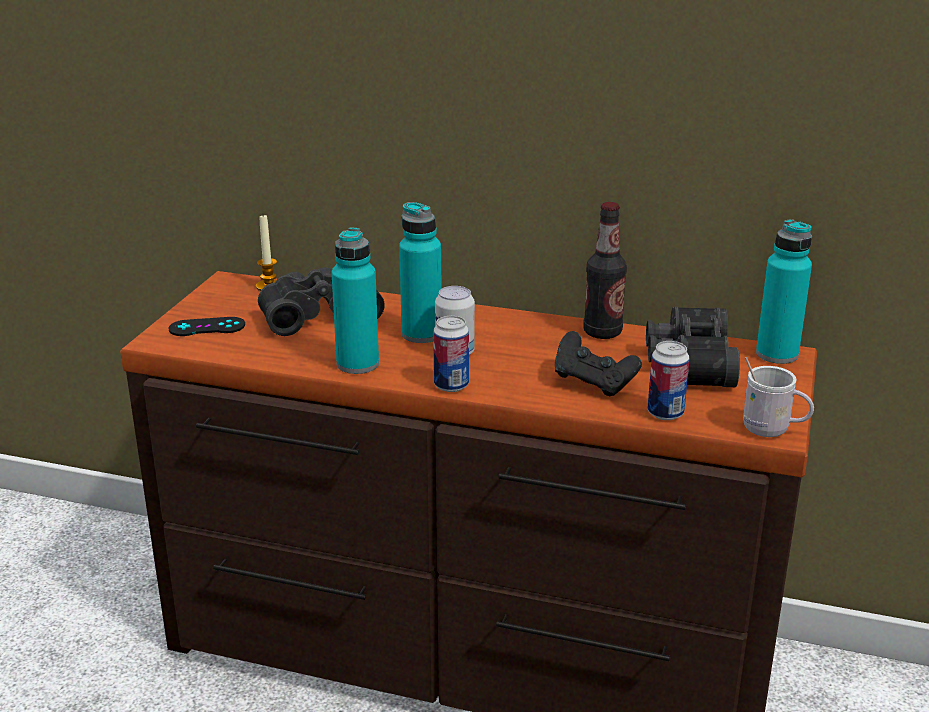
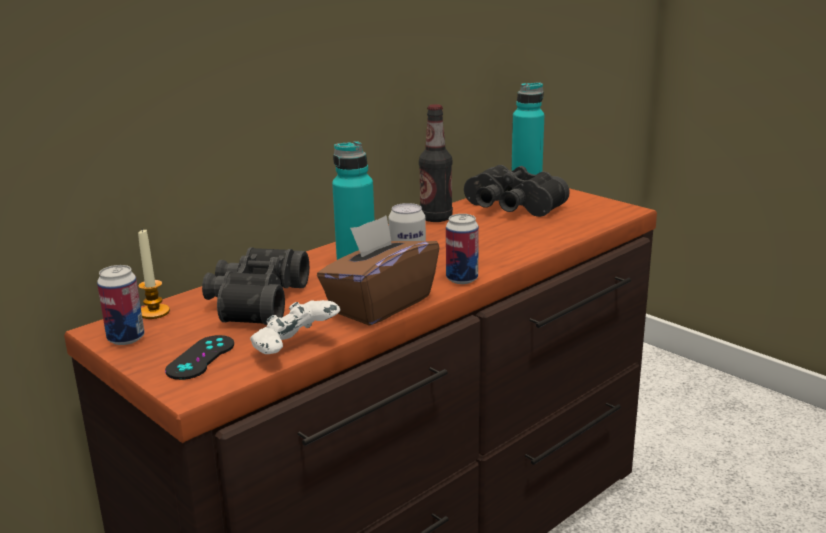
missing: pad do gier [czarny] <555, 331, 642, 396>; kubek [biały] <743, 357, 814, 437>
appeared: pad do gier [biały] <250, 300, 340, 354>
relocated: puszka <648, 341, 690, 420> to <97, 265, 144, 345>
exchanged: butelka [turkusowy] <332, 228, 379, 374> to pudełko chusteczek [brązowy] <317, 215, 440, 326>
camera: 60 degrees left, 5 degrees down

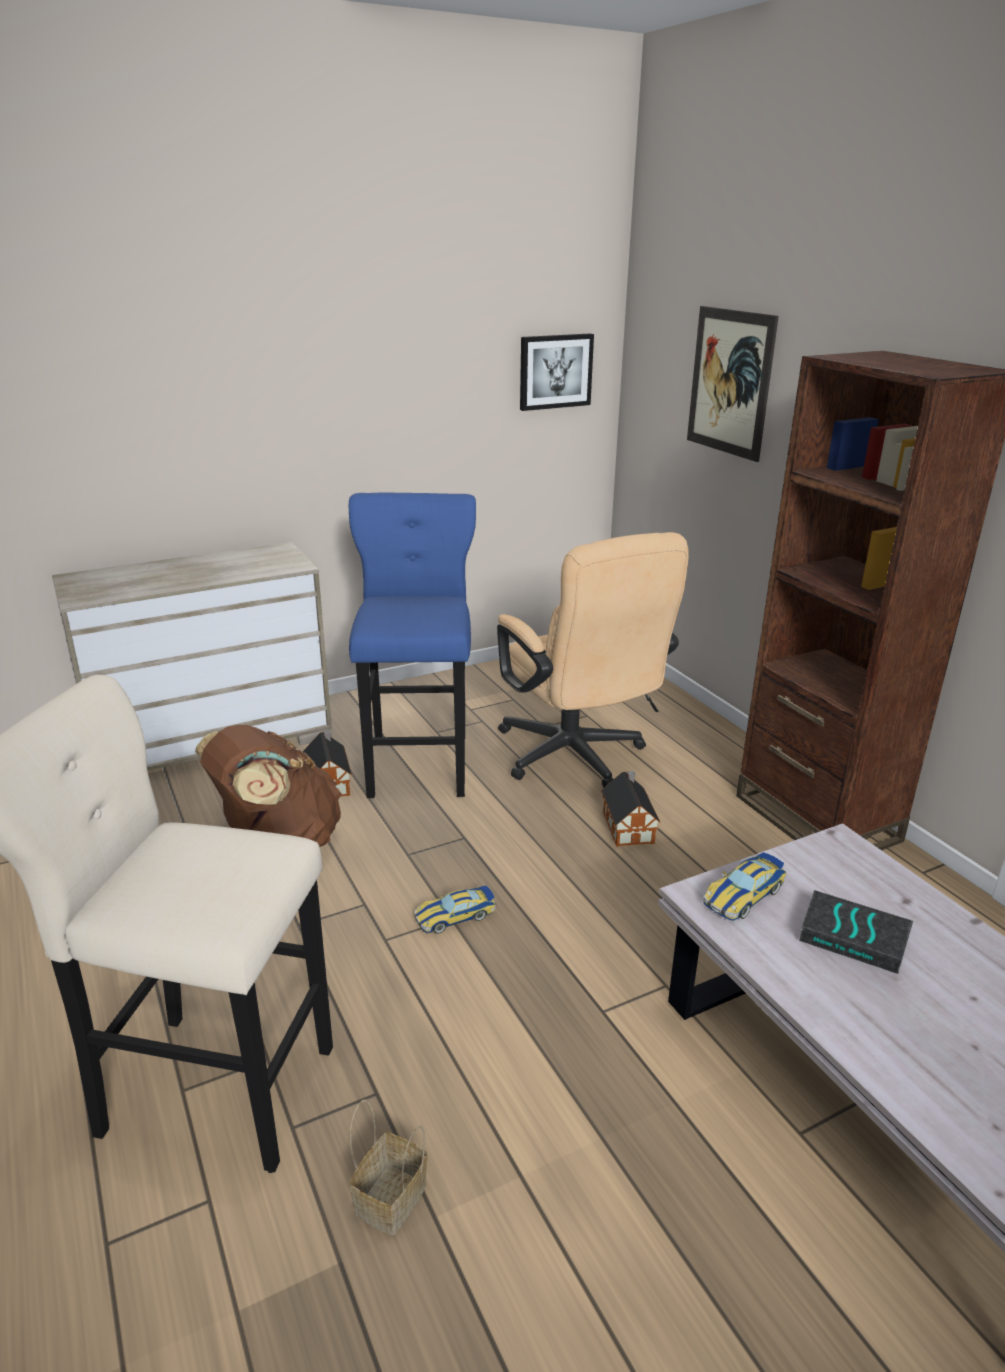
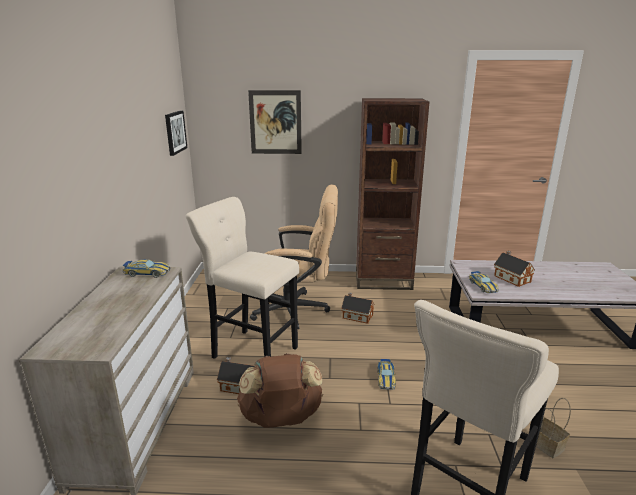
appeared: samochodzik <122, 259, 170, 278>
exchanged: książka <799, 890, 913, 974> to domek <494, 251, 535, 287>
colour: stołek [niebieski] <349, 493, 476, 798> to stołek [beżowy] <186, 197, 299, 359>
camera: 60 degrees left, 5 degrees down

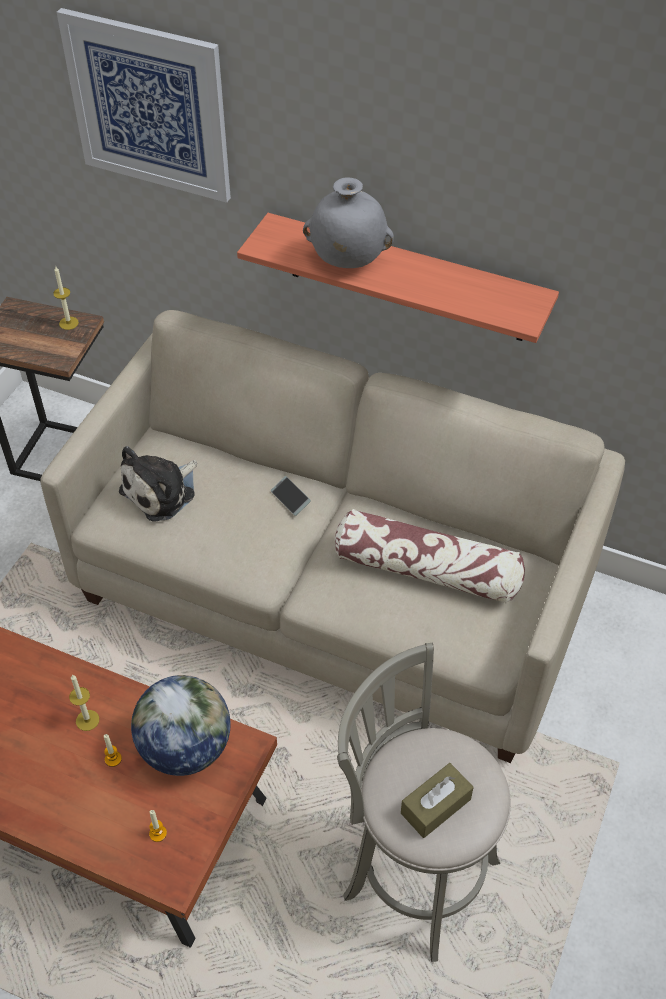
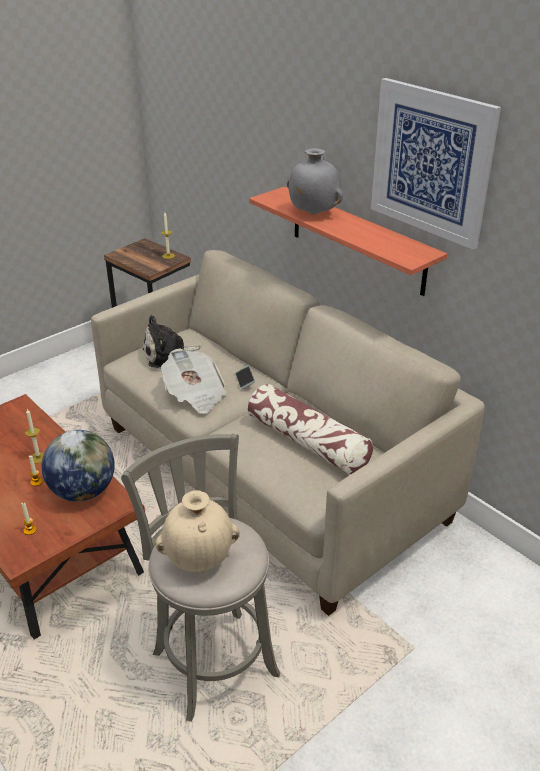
appeared: gazeta <161, 349, 228, 414>
relocated: obraz <57, 8, 231, 203> to <371, 78, 501, 250>
exchanged: pudełko chusteczek [brązowy] <401, 763, 473, 838> to wazon [beżowy] <155, 490, 240, 574>
camera: 25 degrees right, 15 degrees down

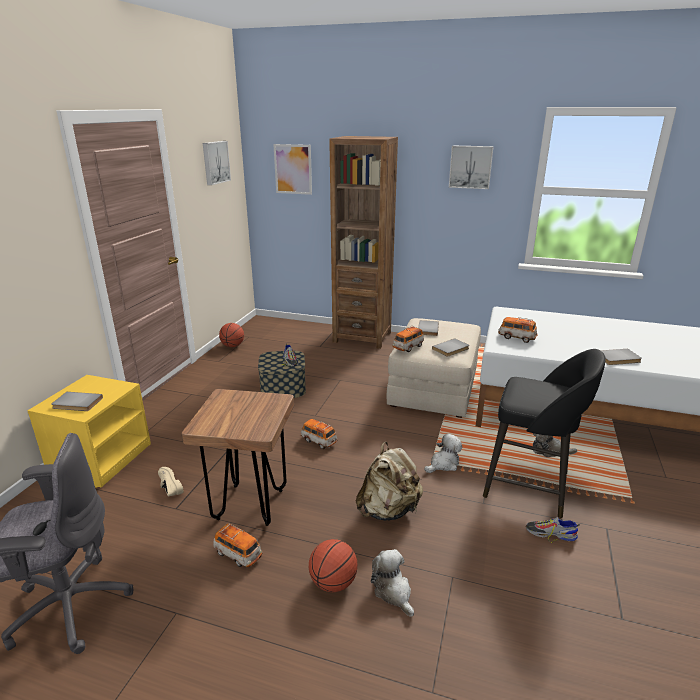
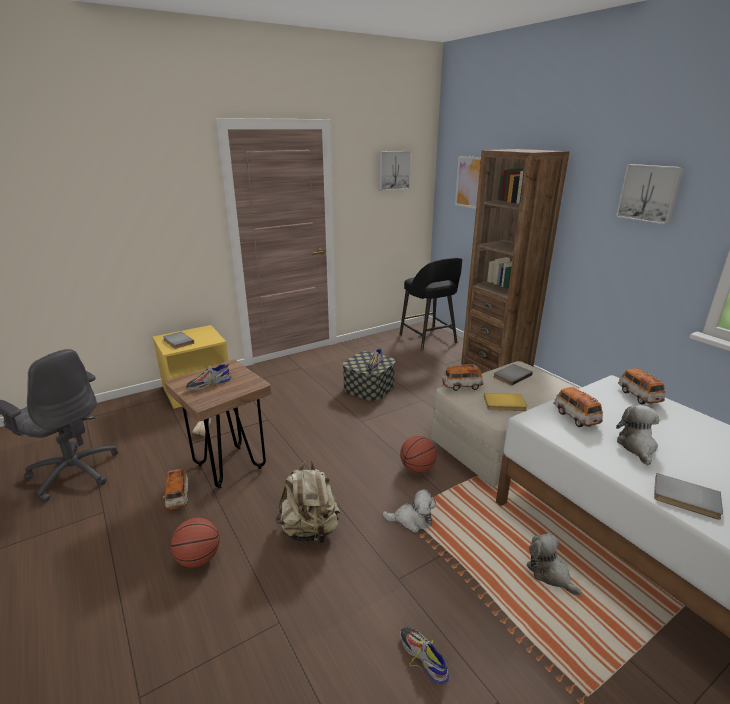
appeared: but <186, 364, 232, 390>
relocated: piłka do koszykówki <219, 323, 244, 347> to <400, 436, 437, 473>; stołek [czarny] <483, 349, 606, 518> to <400, 258, 462, 351>; samochodzik <301, 419, 337, 449> to <618, 368, 665, 405>; pluszak <371, 549, 414, 617> to <616, 405, 659, 466>
colour: książka [szary] <432, 338, 469, 357> to książka [żółty] <484, 393, 527, 411>
camera: 40 degrees right, 0 degrees up

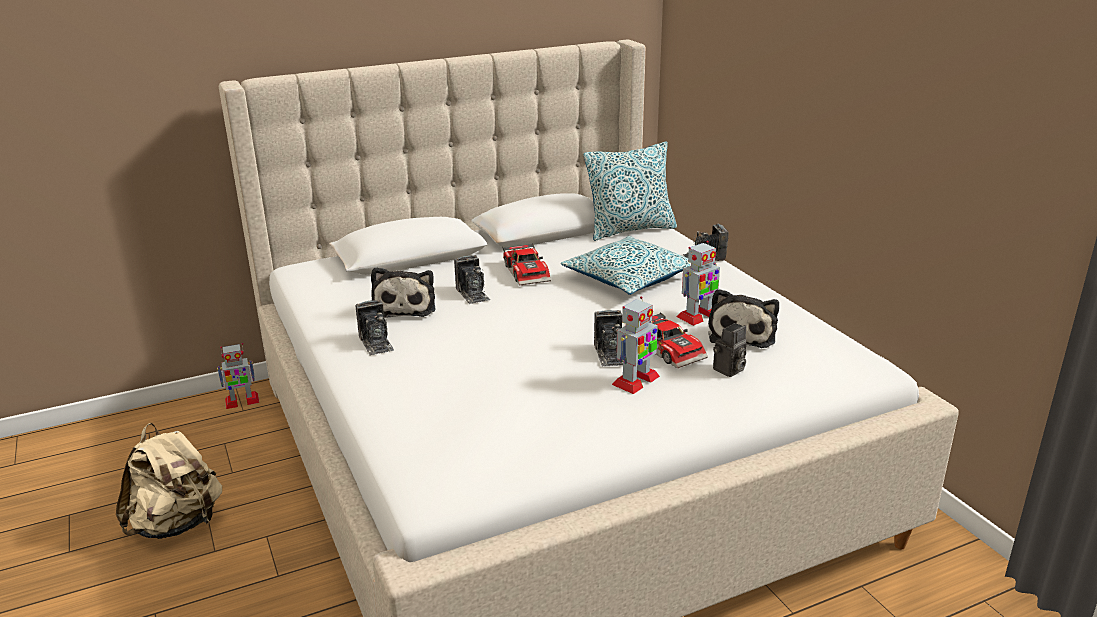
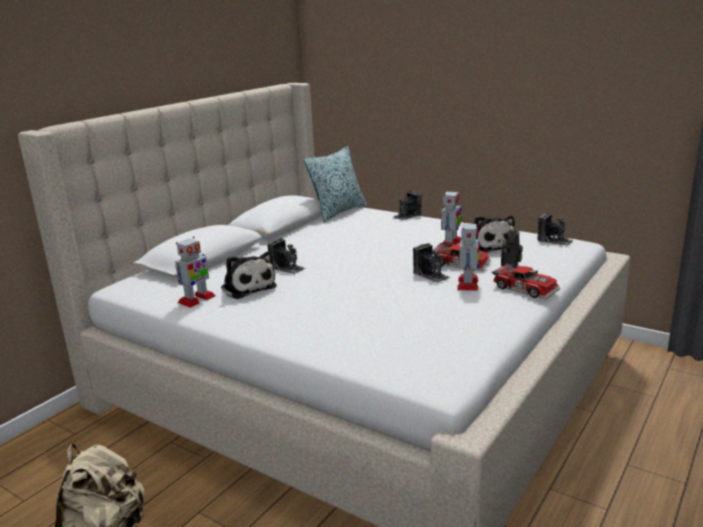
missing: poduszka <561, 236, 691, 295>
relocated: samochodzik <503, 243, 551, 286> to <492, 263, 561, 299>; aparat fotograficzny <355, 300, 394, 356> to <537, 213, 573, 246>; robot zabawkowy <217, 343, 259, 409> to <175, 236, 215, 308>
camera: 30 degrees left, 5 degrees down

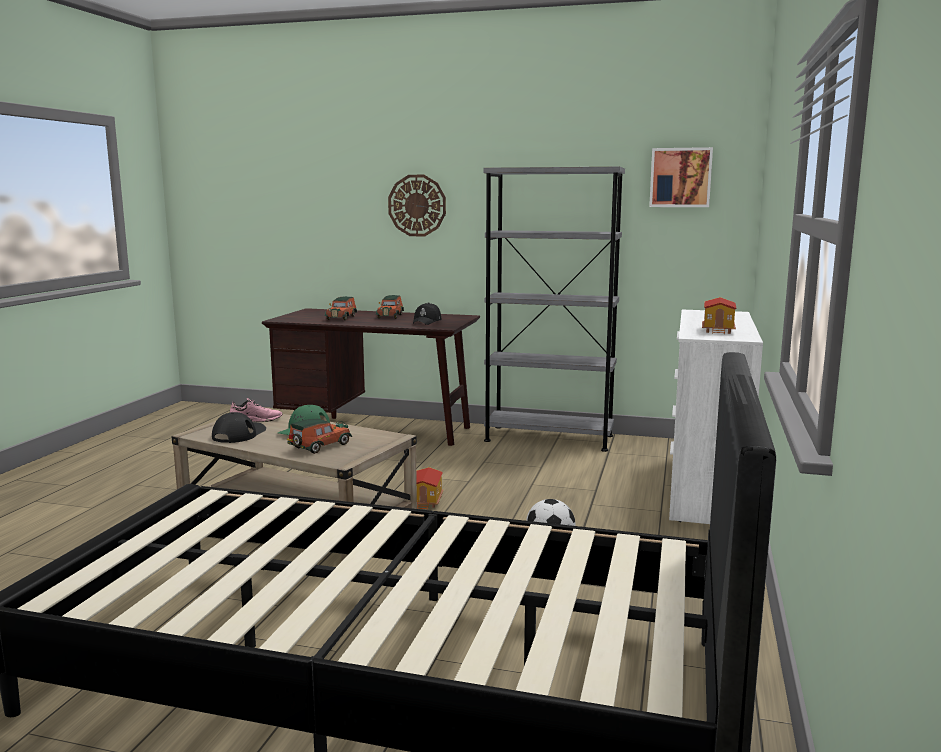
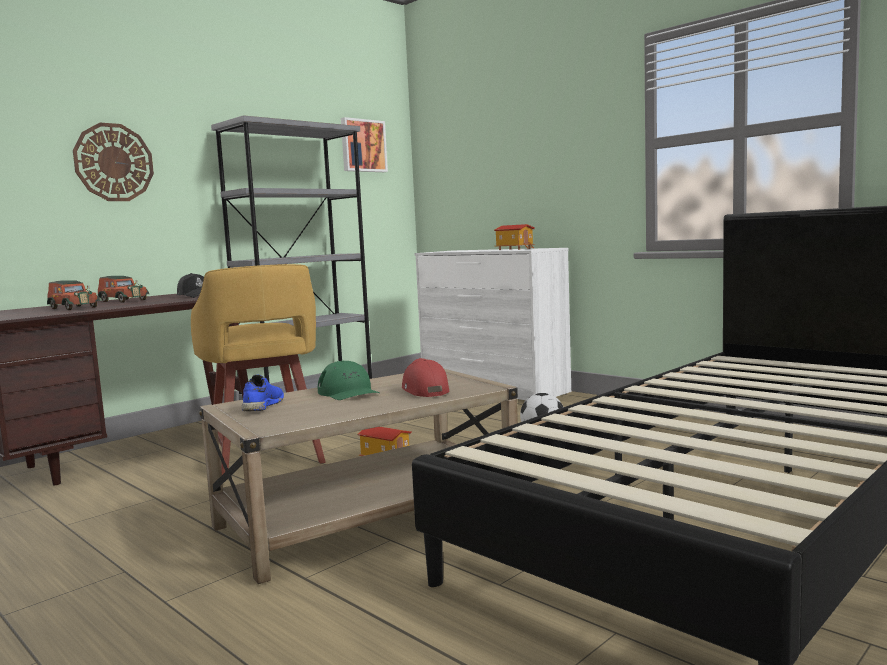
missing: czapka z daszkiem [czarny] <212, 412, 266, 443>
appeared: stołek [żółty] <191, 264, 326, 480>
exchanged: samochodzik <287, 419, 352, 454> to czapka z daszkiem [czerwony] <402, 358, 449, 397>
colour: but [różowy] <230, 398, 283, 422> to but [niebieski] <242, 375, 284, 411>
camera: 60 degrees left, 5 degrees down

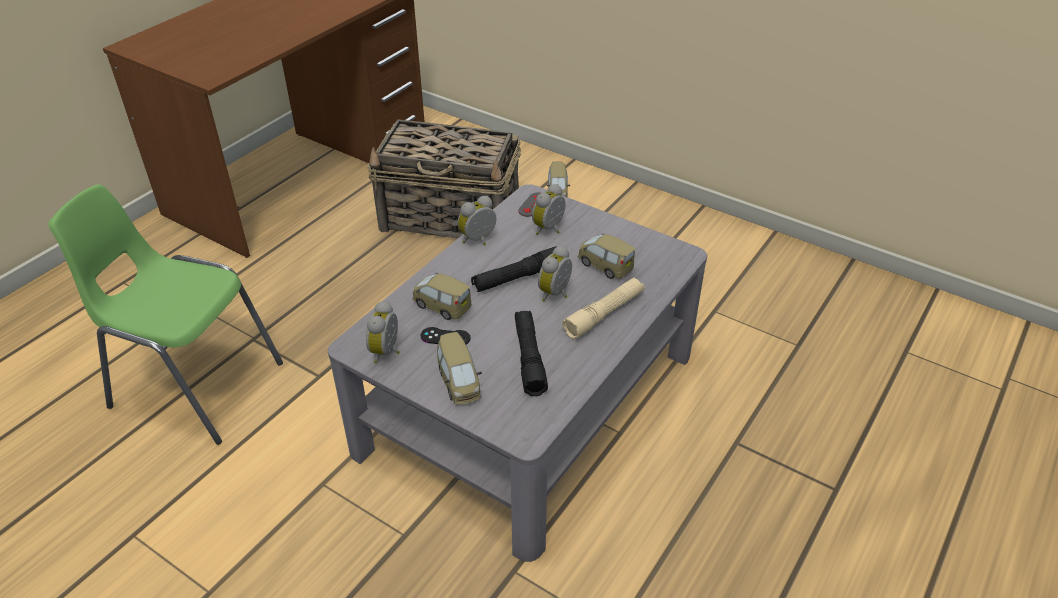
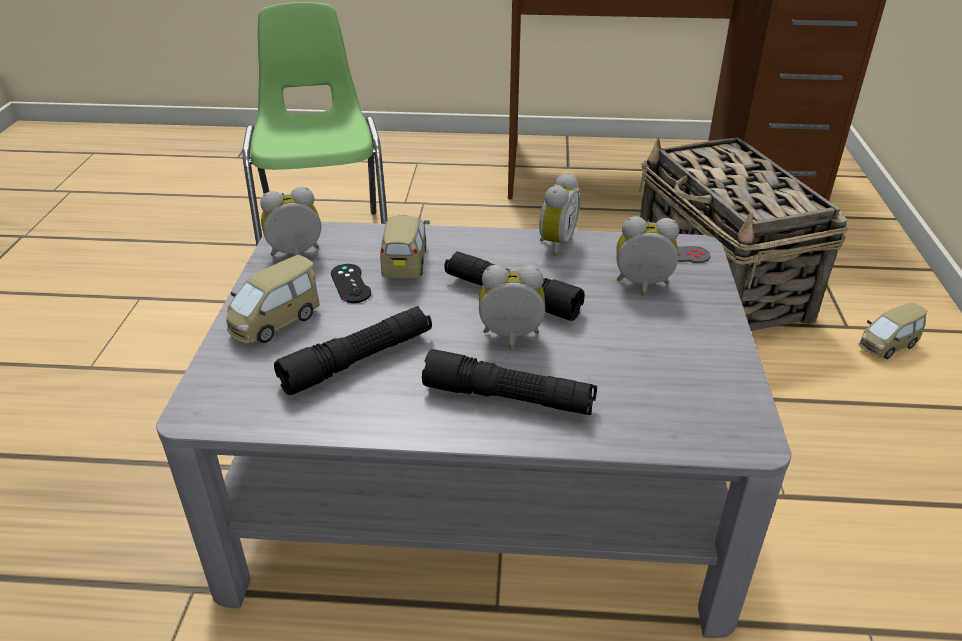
missing: samochodzik <578, 234, 636, 279>
colour: latarka [beżowy] <562, 278, 645, 339> to latarka [czarny] <422, 349, 597, 415>
spun: budzik <458, 196, 496, 246> = <539, 173, 580, 256> 90 degrees clockwise
camera: 60 degrees right, 5 degrees down

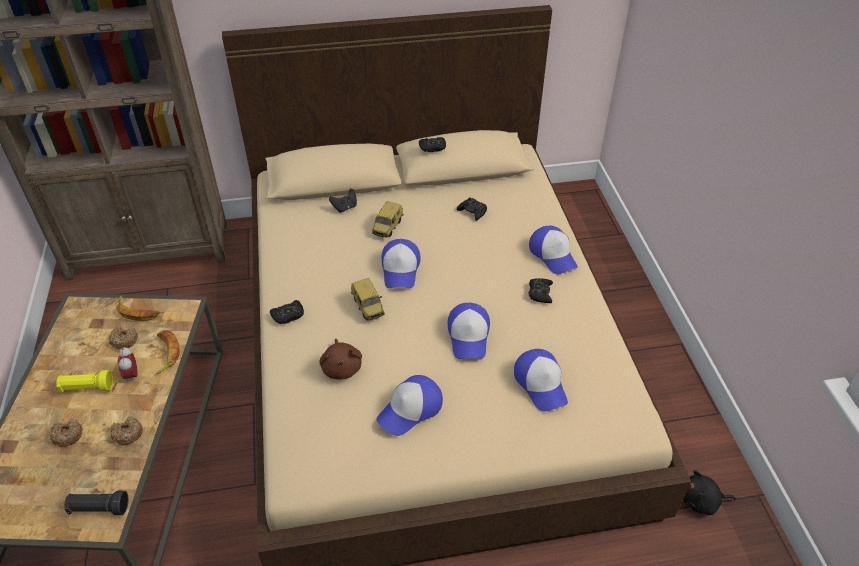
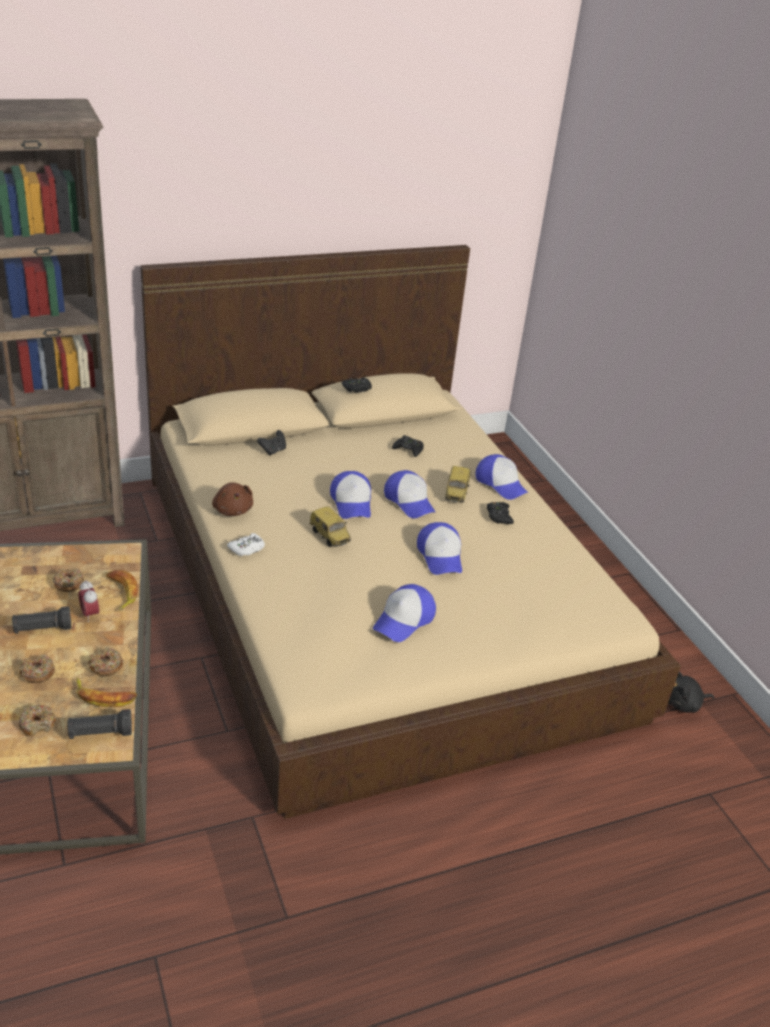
appeared: donut <19, 704, 56, 737>
relocated: samochodzik <372, 201, 404, 238> to <445, 466, 470, 502>; banan <116, 296, 160, 321> to <76, 677, 137, 707>; pluszak [brązowy] <319, 339, 362, 379> to <212, 482, 253, 516>; czapka z daszkiem <514, 349, 568, 412> to <384, 470, 435, 518>
colour: pad do gier [czarny] <270, 300, 304, 324> to pad do gier [biały] <227, 533, 265, 556>; latarka [żółty] <56, 370, 113, 392> to latarka [czarny] <12, 606, 71, 634>
camera: 15 degrees left, 10 degrees down

